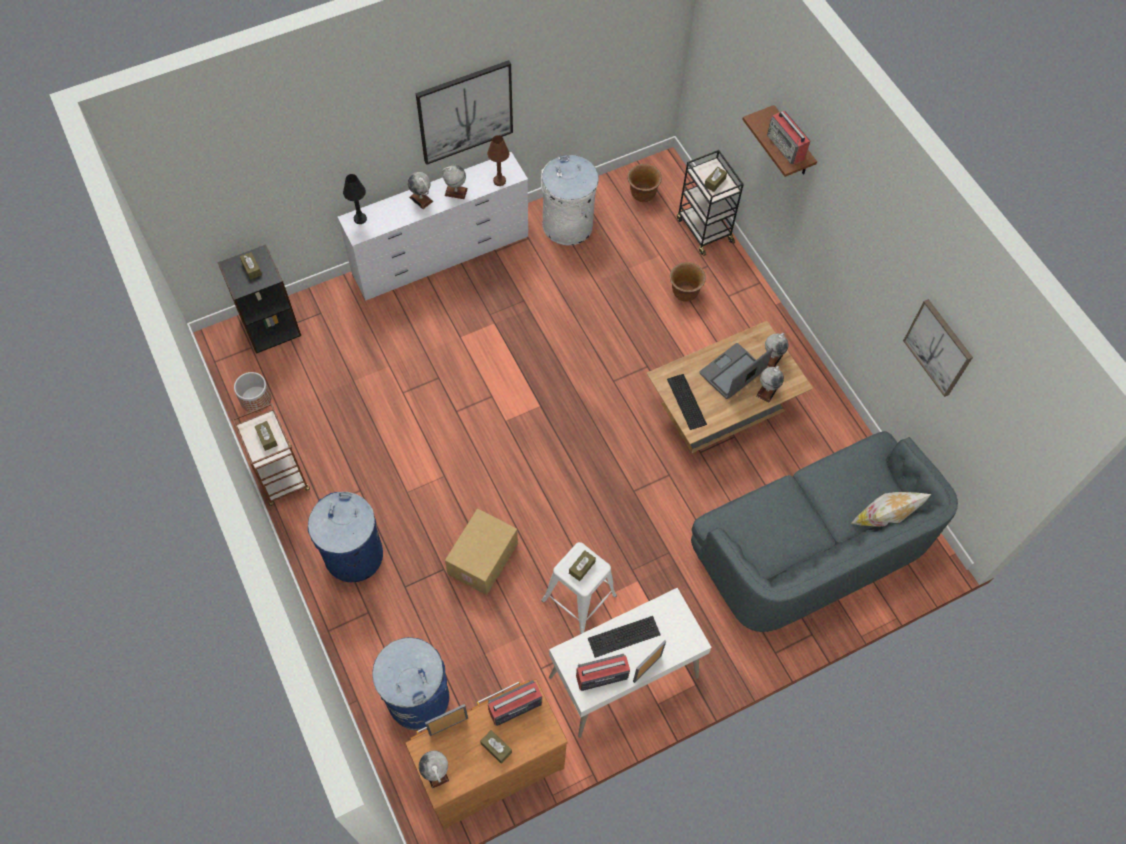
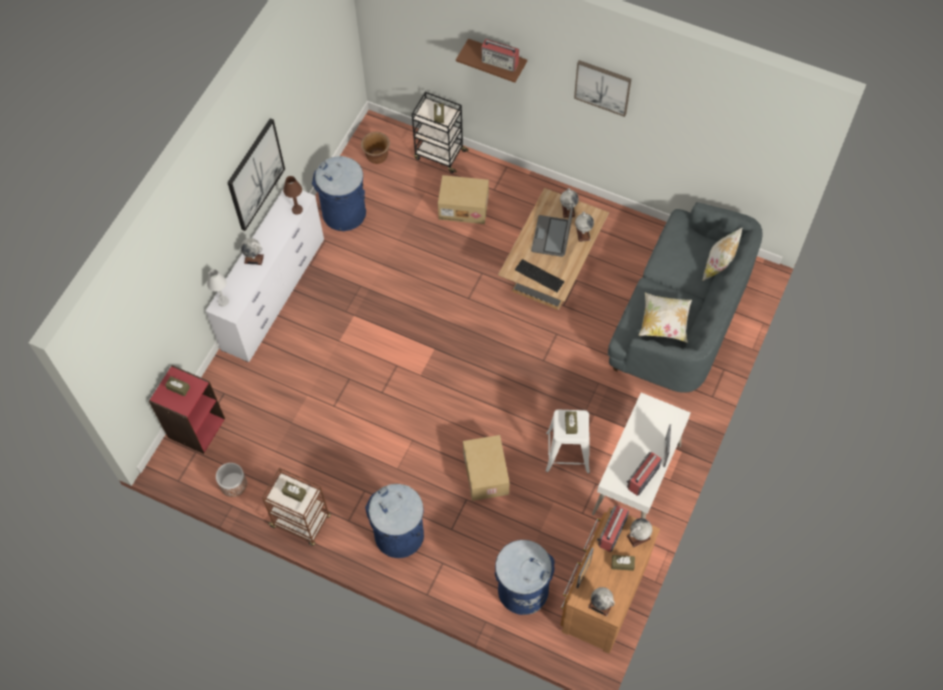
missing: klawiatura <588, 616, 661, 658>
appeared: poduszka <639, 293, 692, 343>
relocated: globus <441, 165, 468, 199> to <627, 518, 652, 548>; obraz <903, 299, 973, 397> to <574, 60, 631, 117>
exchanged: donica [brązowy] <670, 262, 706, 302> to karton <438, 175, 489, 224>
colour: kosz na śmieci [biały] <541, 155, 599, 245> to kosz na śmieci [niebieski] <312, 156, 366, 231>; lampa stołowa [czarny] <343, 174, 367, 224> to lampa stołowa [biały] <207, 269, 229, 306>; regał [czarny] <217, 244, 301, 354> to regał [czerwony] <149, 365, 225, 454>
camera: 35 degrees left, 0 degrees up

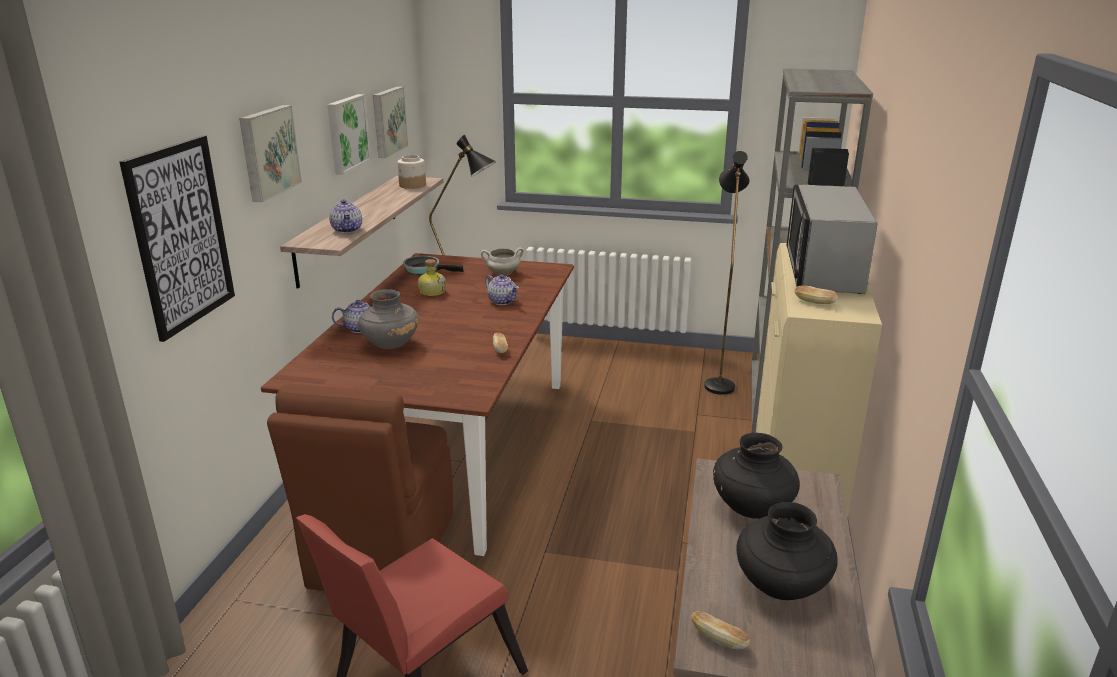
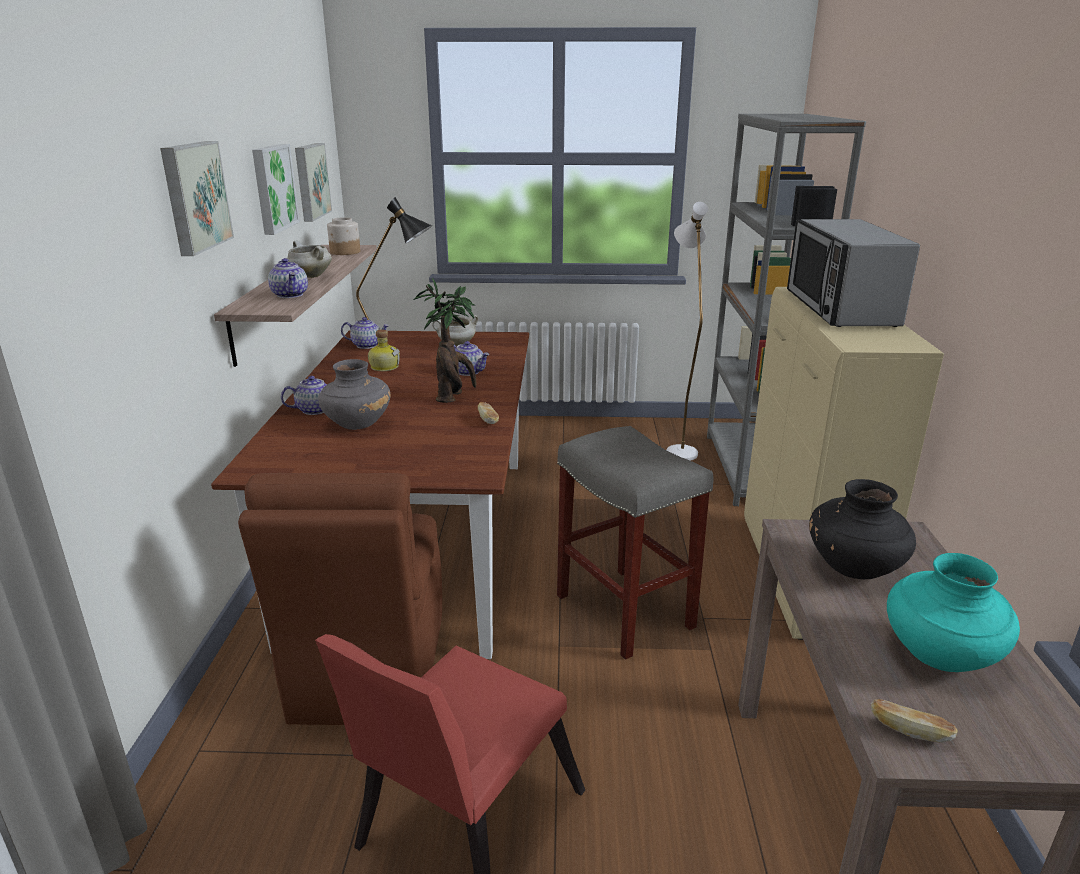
missing: obraz <120, 135, 235, 342>; chleb <795, 285, 838, 304>
appeared: garnek [biały] <287, 240, 332, 278>; roślina doniczkowa <413, 278, 477, 403>; stołek [szary] <557, 426, 714, 660>
exchanged: patelnia <403, 256, 464, 274> to imbryk <341, 317, 389, 349>
colour: lampa stojąca [czarny] <704, 151, 750, 395> to lampa stojąca [biały] <666, 202, 708, 461>; wazon [czarny] <737, 502, 838, 600> to wazon [turkusowy] <887, 553, 1020, 672>
camera: 10 degrees left, 0 degrees up

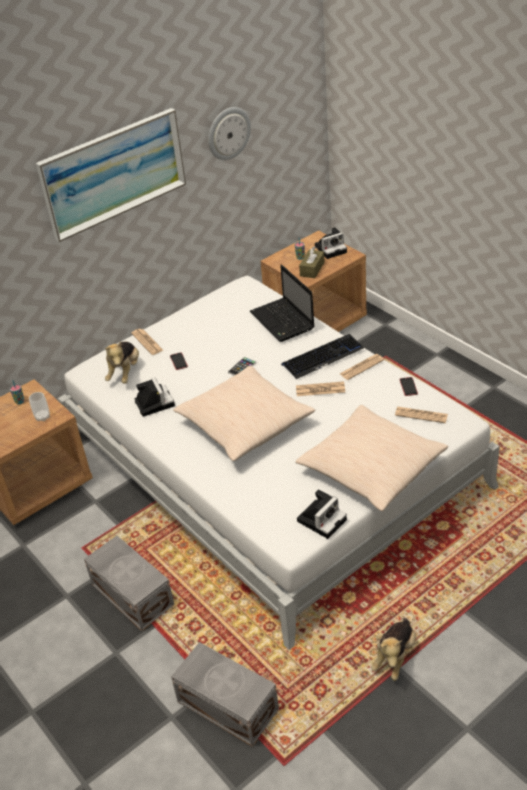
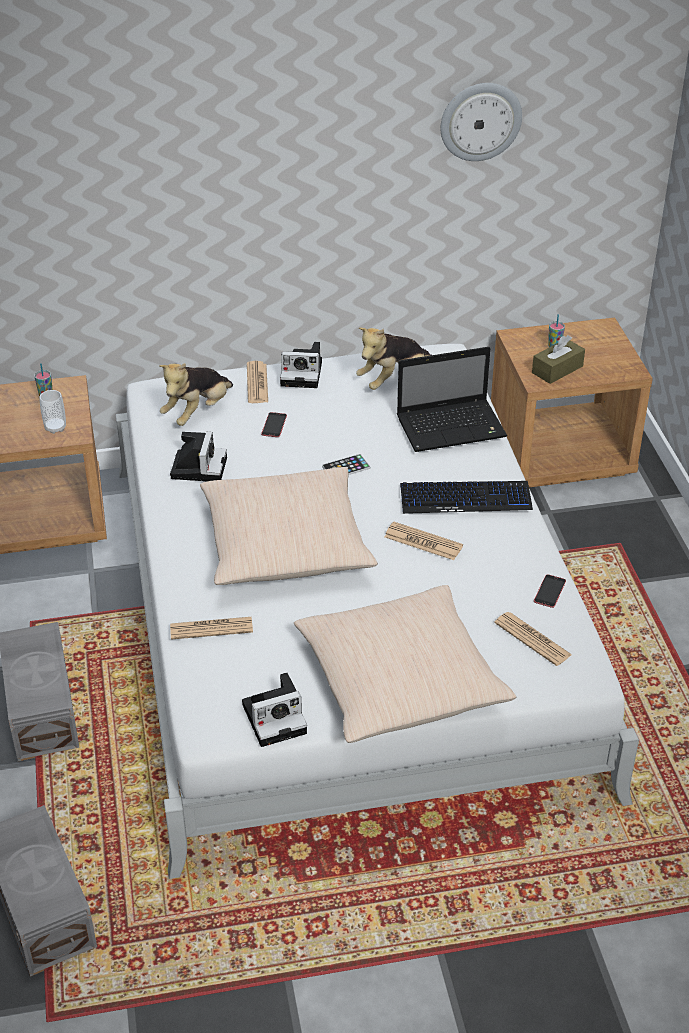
missing: obraz <36, 108, 186, 242>
relocated: aparat fotograficzny <315, 227, 347, 259> to <280, 342, 322, 388>; gazeta <340, 354, 384, 380> to <170, 617, 253, 640>; pluszak <371, 618, 416, 681> to <356, 327, 431, 390>
spun: laptop <250, 264, 315, 342> = <397, 347, 507, 452> 105 degrees counterclockwise
camera: 25 degrees right, 0 degrees up

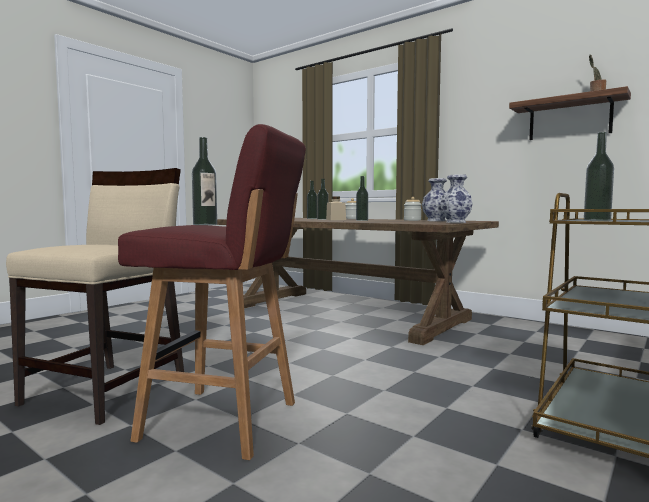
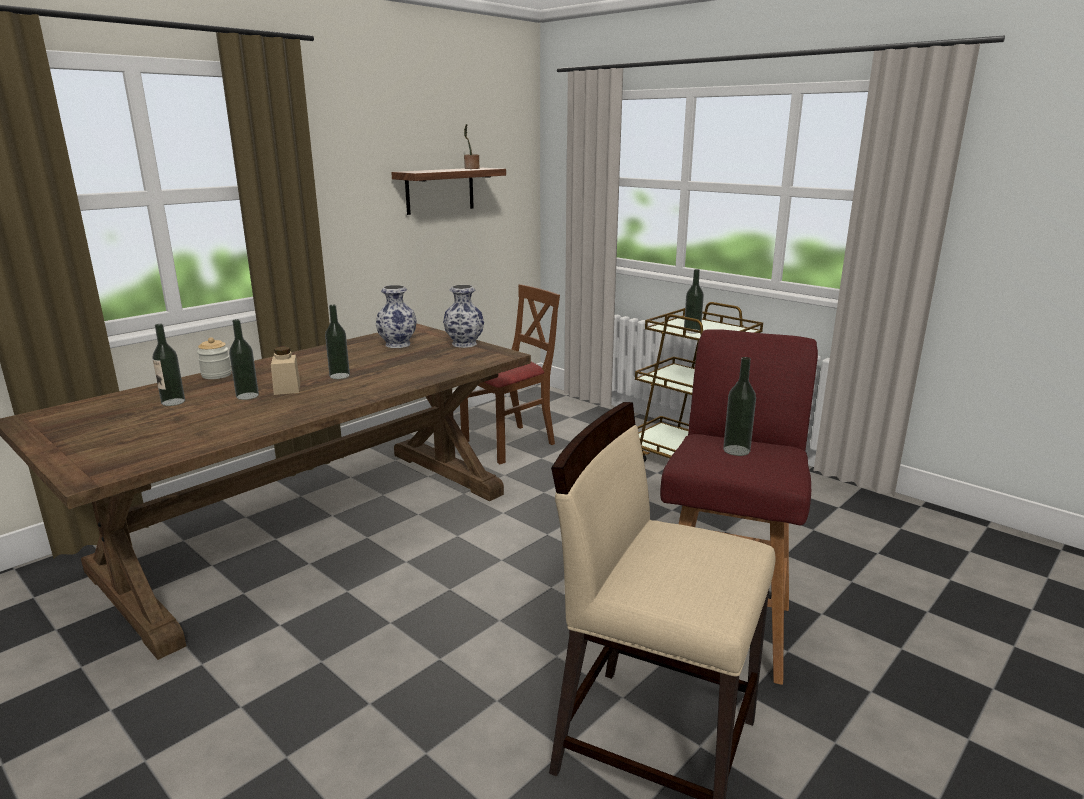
missing: słoik <404, 197, 422, 221>
appeared: krzesło [brązowy] <460, 284, 560, 464>
camera: 85 degrees left, 15 degrees up

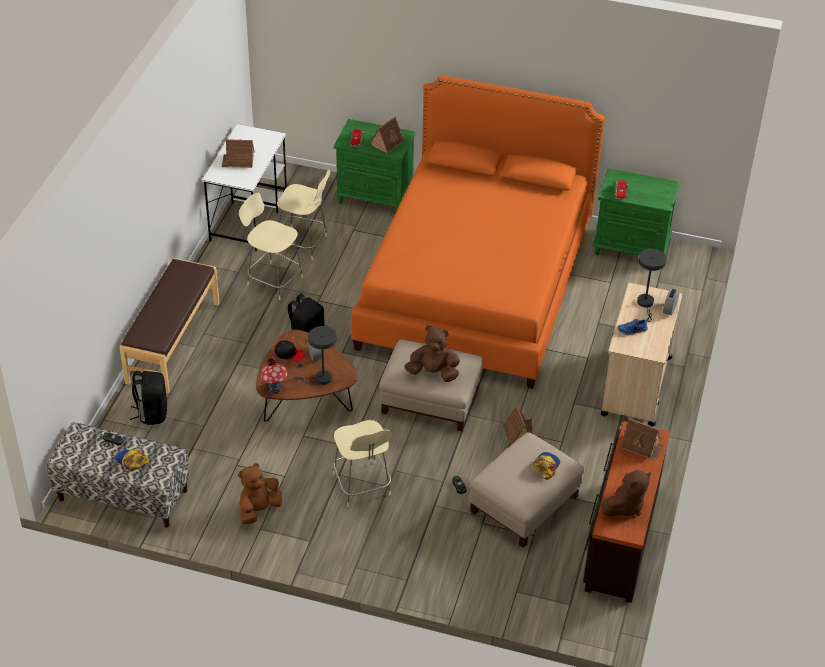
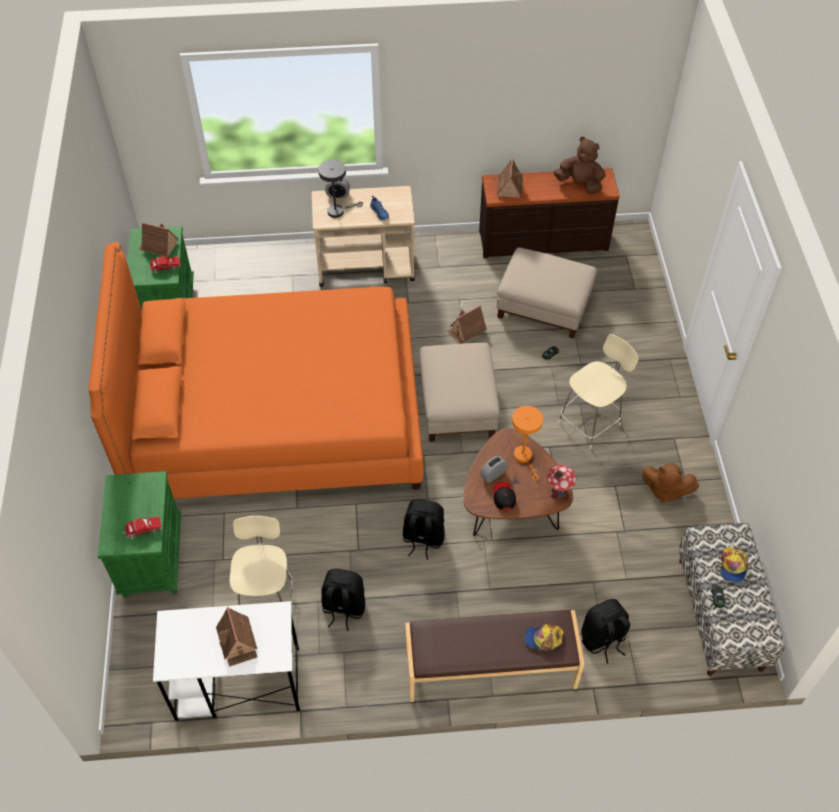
missing: pluszak [brązowy] <405, 325, 460, 382>
relocated: domek <370, 117, 406, 153> to <138, 222, 178, 257>; czapka z daszkiem <534, 452, 560, 480> to <524, 624, 564, 651>
exchanged: krzesło [beżowy] <239, 193, 303, 300> to plecak [czarny] <321, 569, 365, 631>
colour: lampa stołowa [szary] <293, 326, 336, 385> to lampa stołowa [pomarańczowy] <512, 406, 543, 480>
camera: 110 degrees left, 10 degrees up

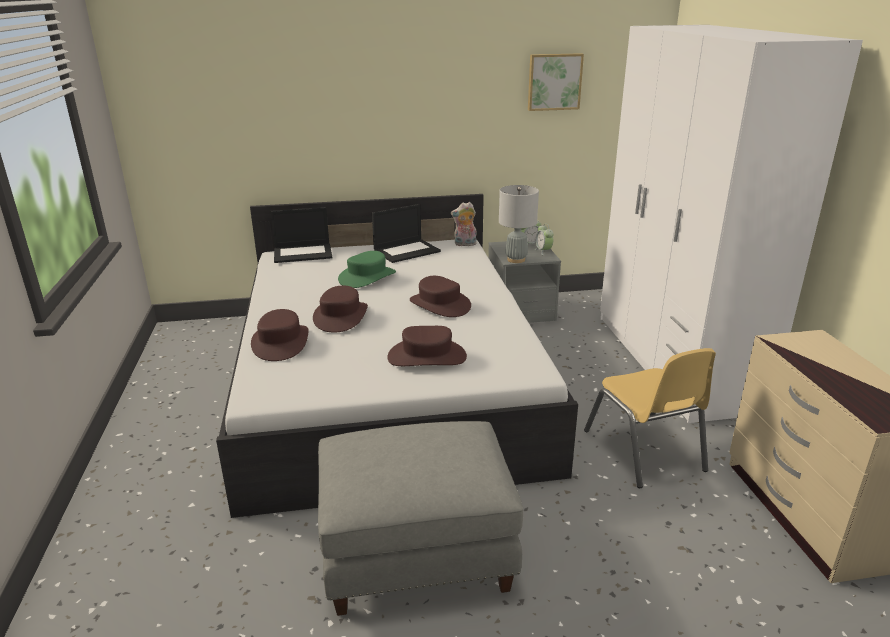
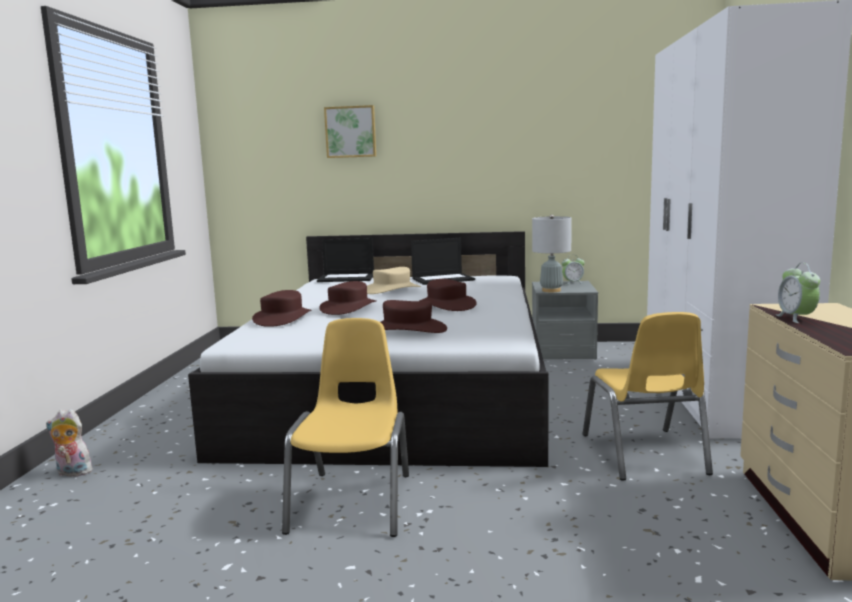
relocated: obraz <528, 53, 584, 111> to <324, 105, 376, 158>; pluszak <451, 202, 477, 246> to <46, 409, 93, 477>; budzik <535, 223, 554, 255> to <776, 263, 820, 323>
exchanged: pufa [szary] <318, 421, 523, 616> to krzesło [żółty] <282, 318, 409, 537>
colour: kapelusz [zielony] <338, 251, 396, 288> to kapelusz [beżowy] <367, 267, 421, 294>
camera: 15 degrees right, 15 degrees down

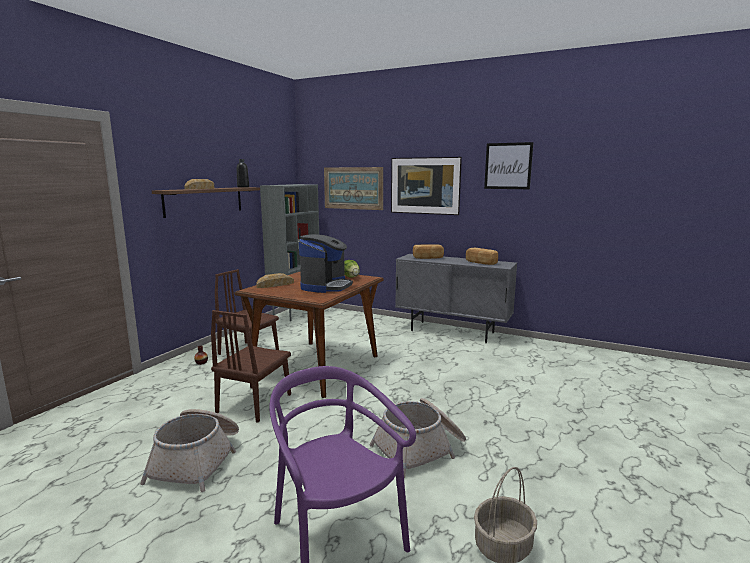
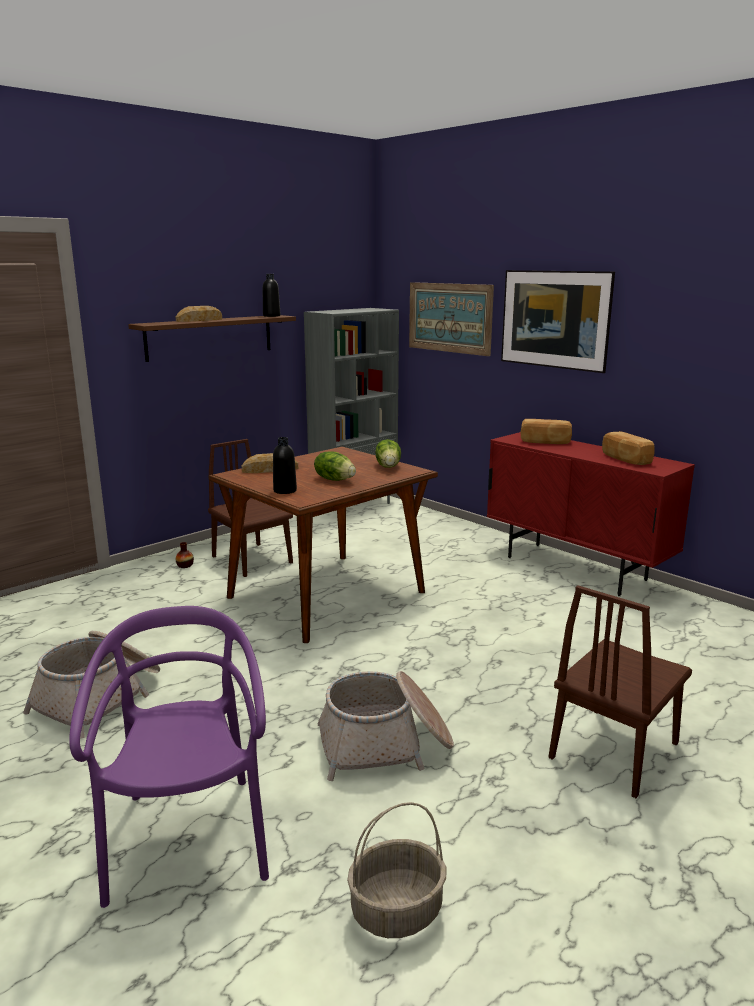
missing: obraz <484, 142, 534, 189>
appeared: butelka [czarny] <273, 437, 297, 494>
relocated: krzesło [brązowy] <211, 310, 291, 423> to <549, 585, 692, 798>
exchanged: ekspres do kawy <299, 234, 353, 293> to sałata <314, 452, 356, 481>
colour: szafka [szary] <395, 254, 517, 343> to szafka [czerwony] <487, 432, 695, 596>
camera: 20 degrees right, 5 degrees up

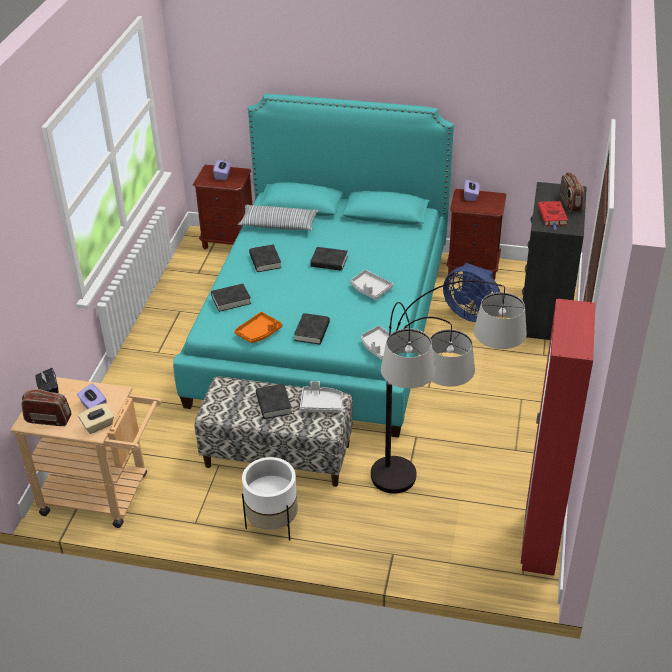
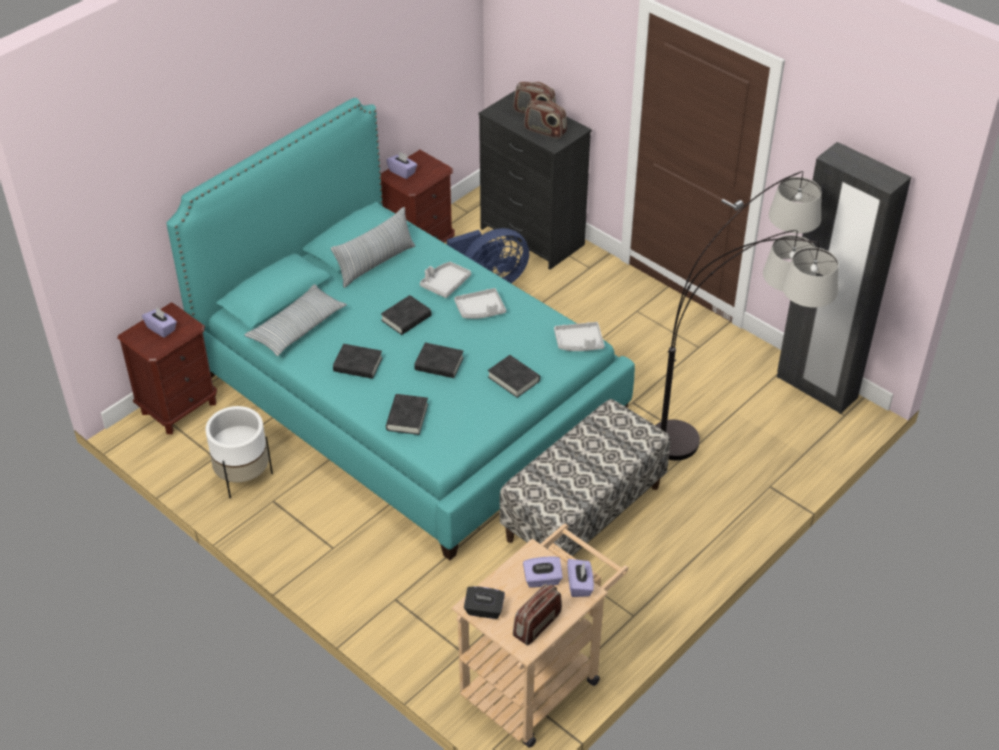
missing: taca [pomarańczowy] <234, 312, 282, 343>
appeared: poduszka <331, 207, 415, 288>
relocated: taca [szary] <300, 381, 343, 413> to <420, 262, 471, 298>; książka [czarny] <256, 384, 292, 419> to <414, 342, 464, 378>; donica [biały] <242, 457, 298, 540> to <205, 406, 273, 499>
exchanged: książka [czerwony] <538, 201, 568, 230> to radio <524, 100, 567, 139>
colour: szafa [czerwony] <521, 299, 595, 576> to szafa [czarny] <777, 142, 911, 414>; pudełko chusteczek [beżowy] <78, 403, 114, 434> to pudełko chusteczek [fioletowy] <567, 559, 594, 597>
camera: 60 degrees left, 5 degrees up

